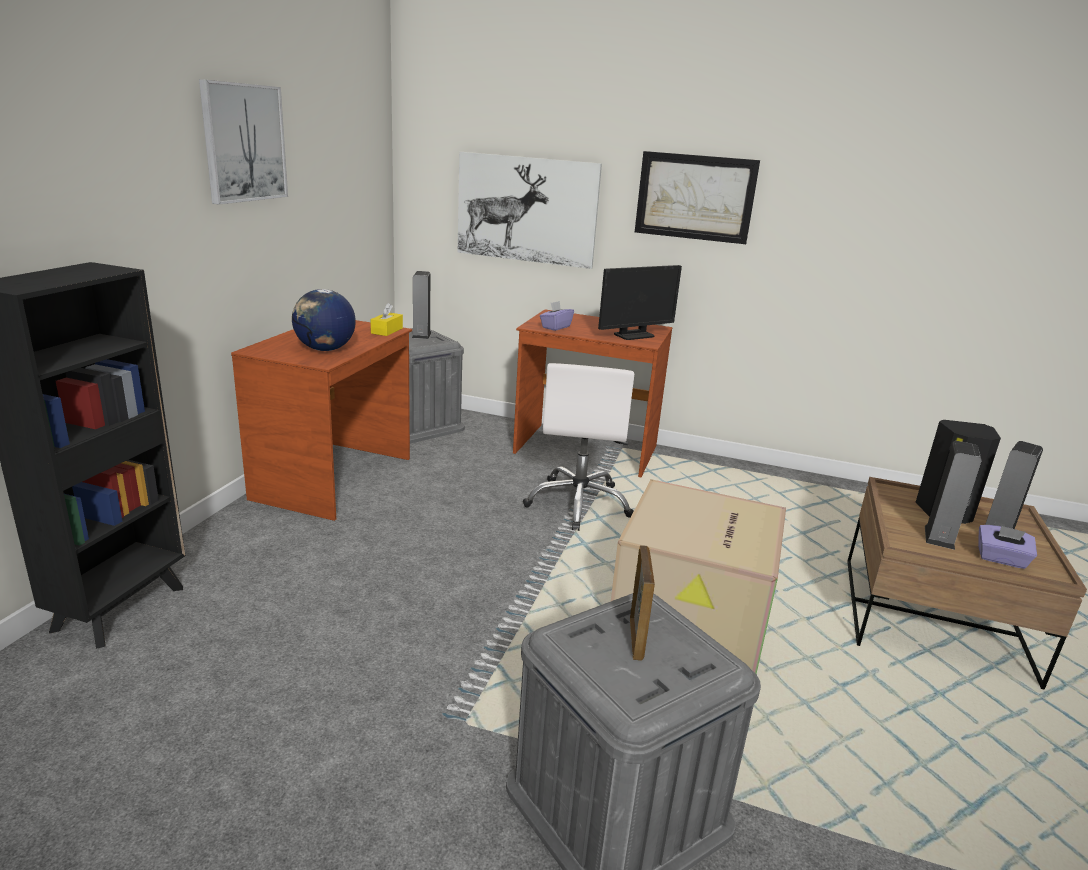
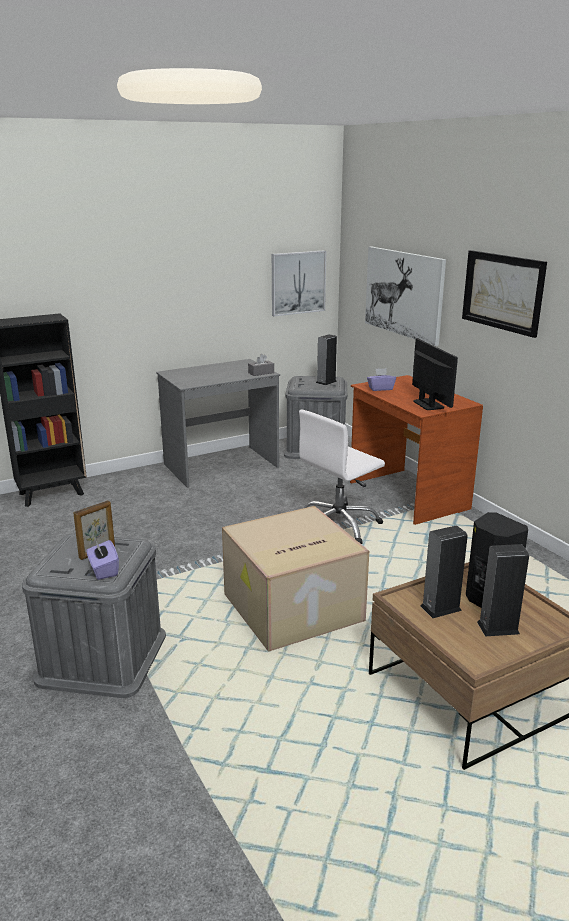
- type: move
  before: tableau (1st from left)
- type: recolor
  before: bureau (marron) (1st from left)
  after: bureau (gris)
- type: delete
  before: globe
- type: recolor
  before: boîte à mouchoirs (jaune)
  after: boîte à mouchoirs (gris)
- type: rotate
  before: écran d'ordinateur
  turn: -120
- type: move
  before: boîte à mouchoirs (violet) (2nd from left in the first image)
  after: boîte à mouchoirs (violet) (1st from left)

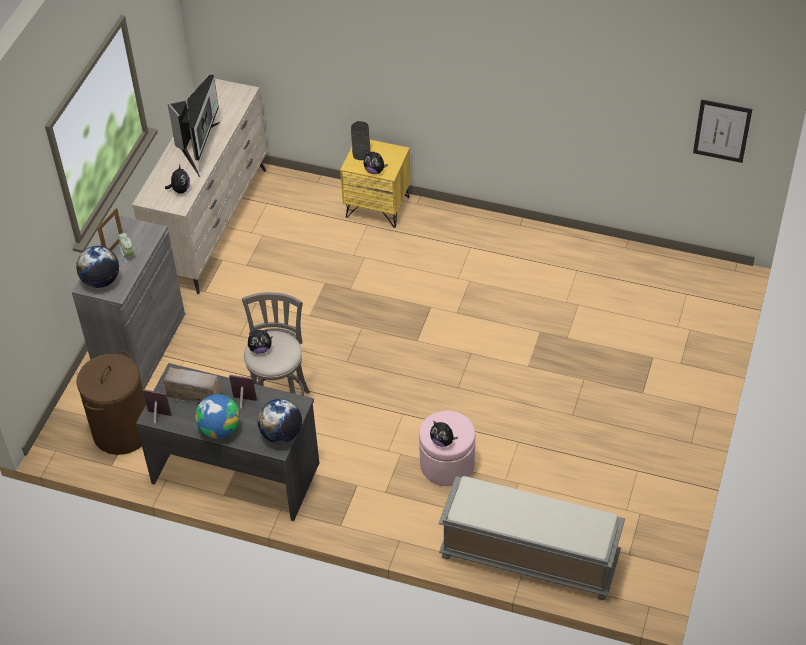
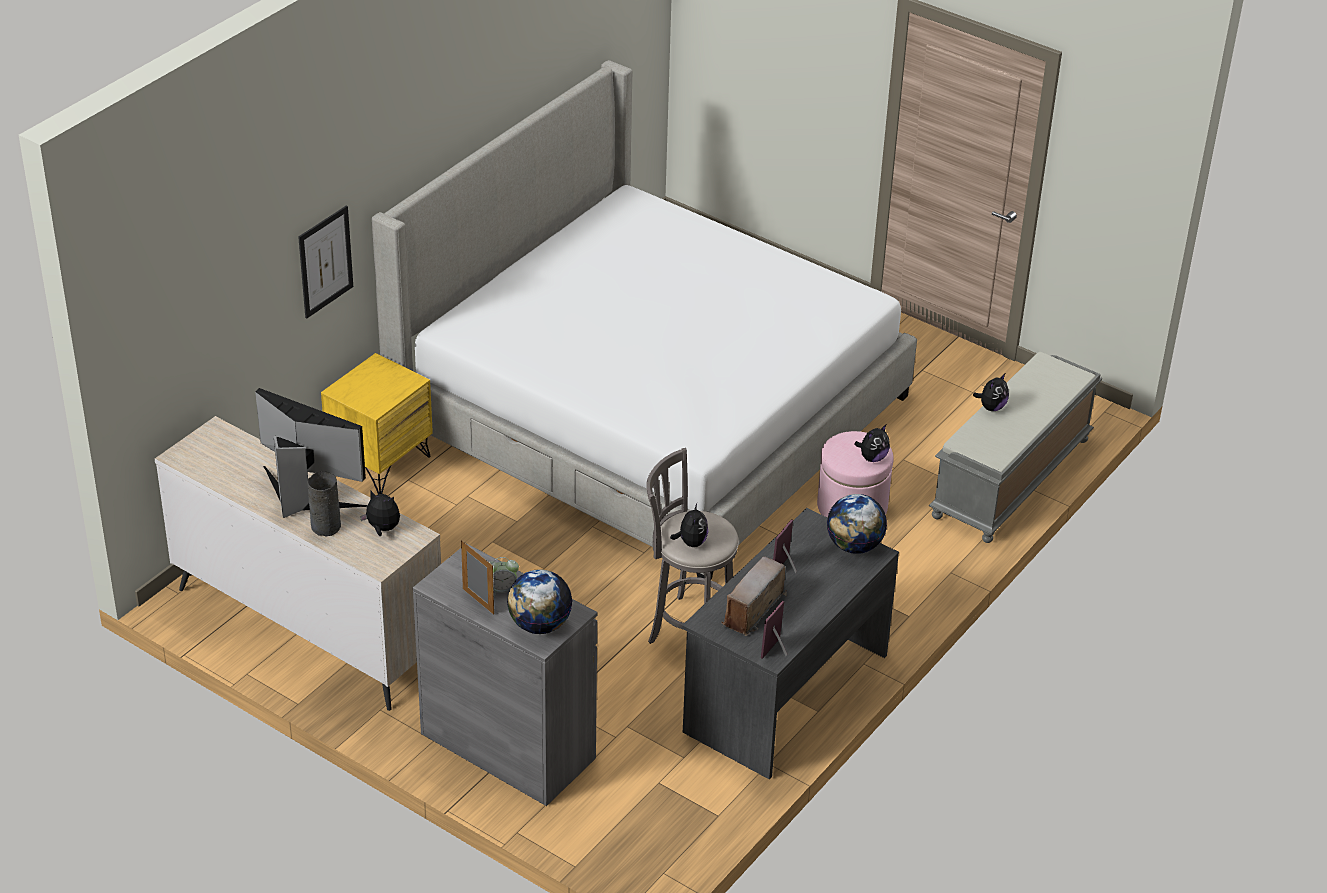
- type: delete
  before: panier à linge (marron)
- type: delete
  before: globe (2nd from left)
- type: move
  before: vase (gris)
- type: move
  before: peluche (3rd from left in the first image)
  after: peluche (4th from left)
- type: move
  before: tableau
- type: insert
  after: lit

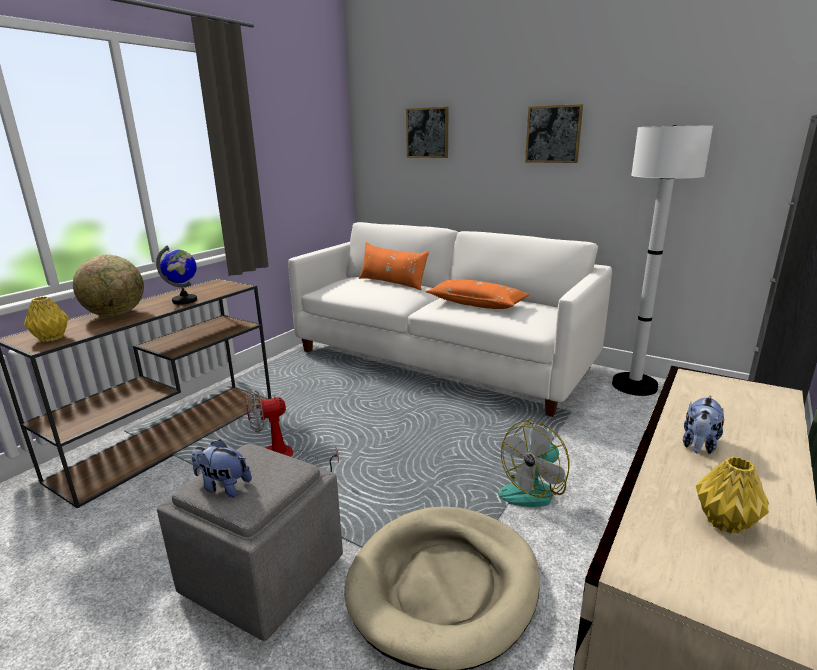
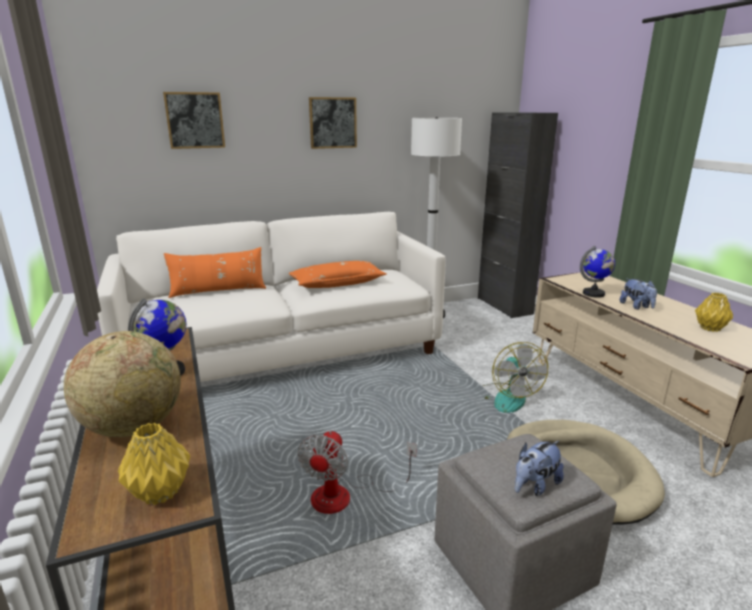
- type: insert
  after: globe (3rd from left)

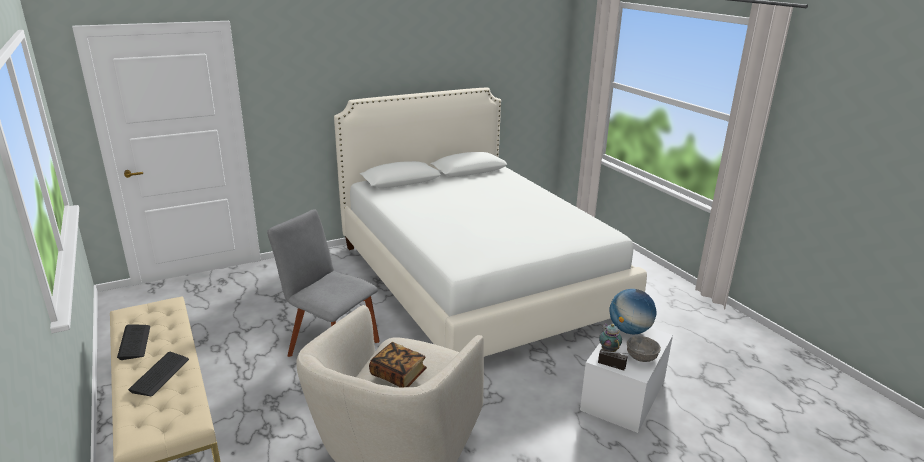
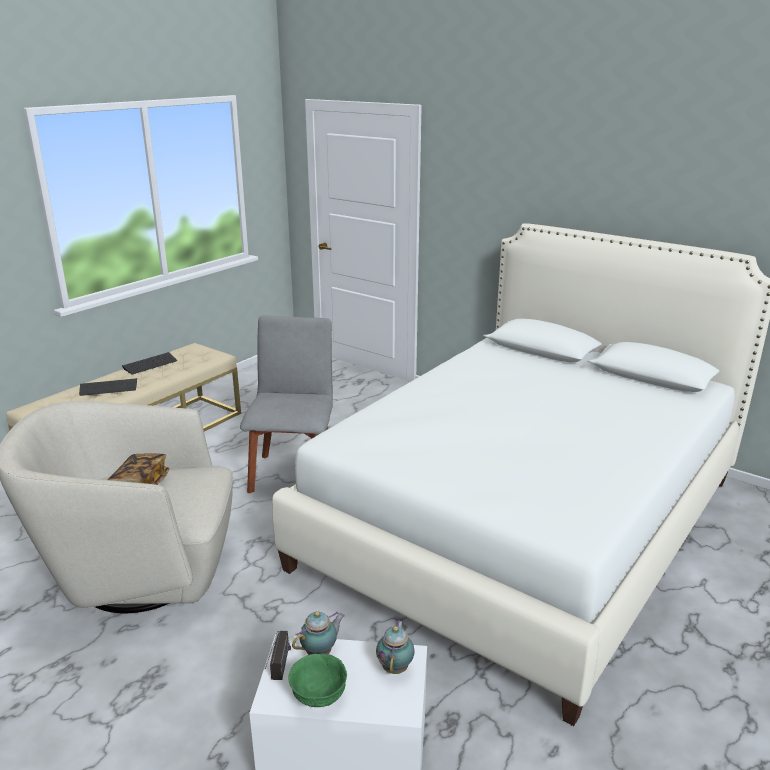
- type: replace
  before: globe
  after: théière (2nd from left)
- type: recolor
  before: bol (gris)
  after: bol (vert)

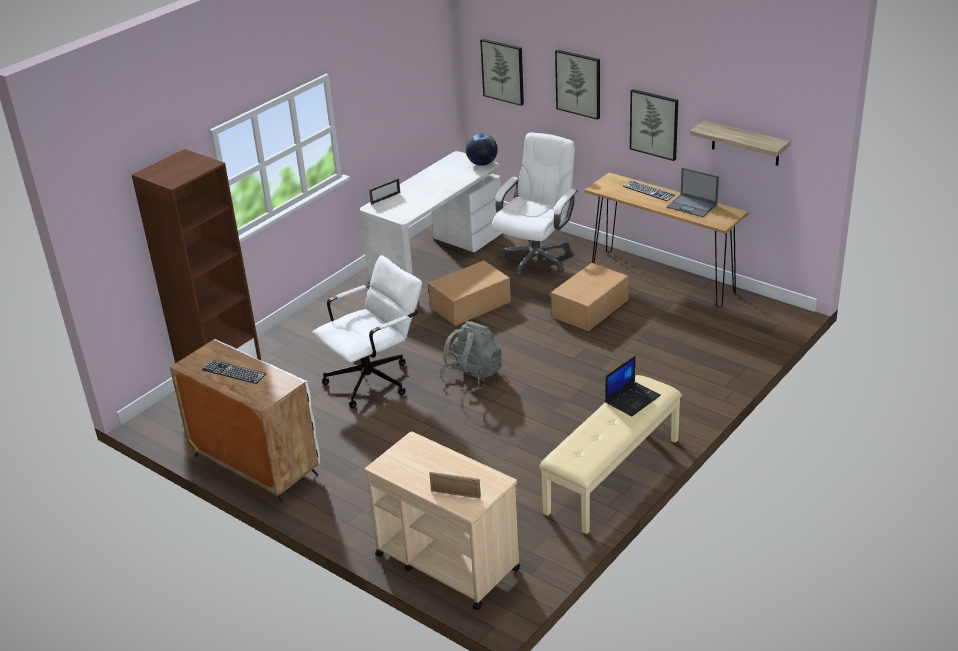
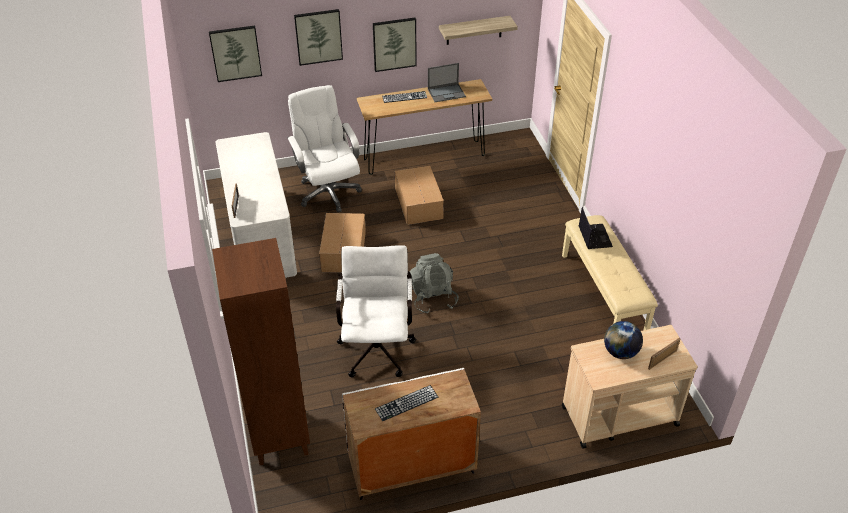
- type: move
  before: globe

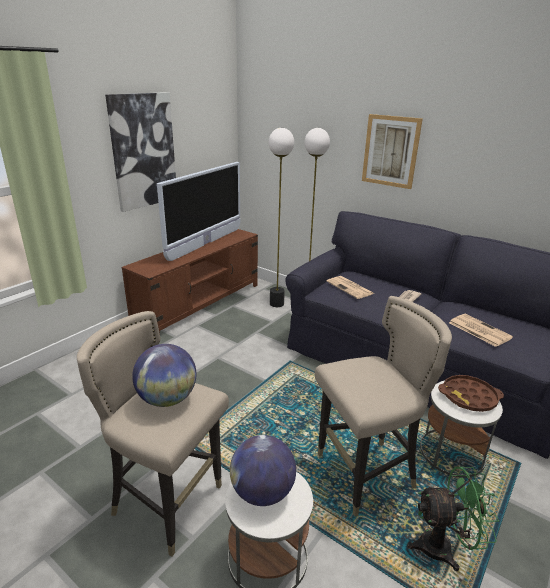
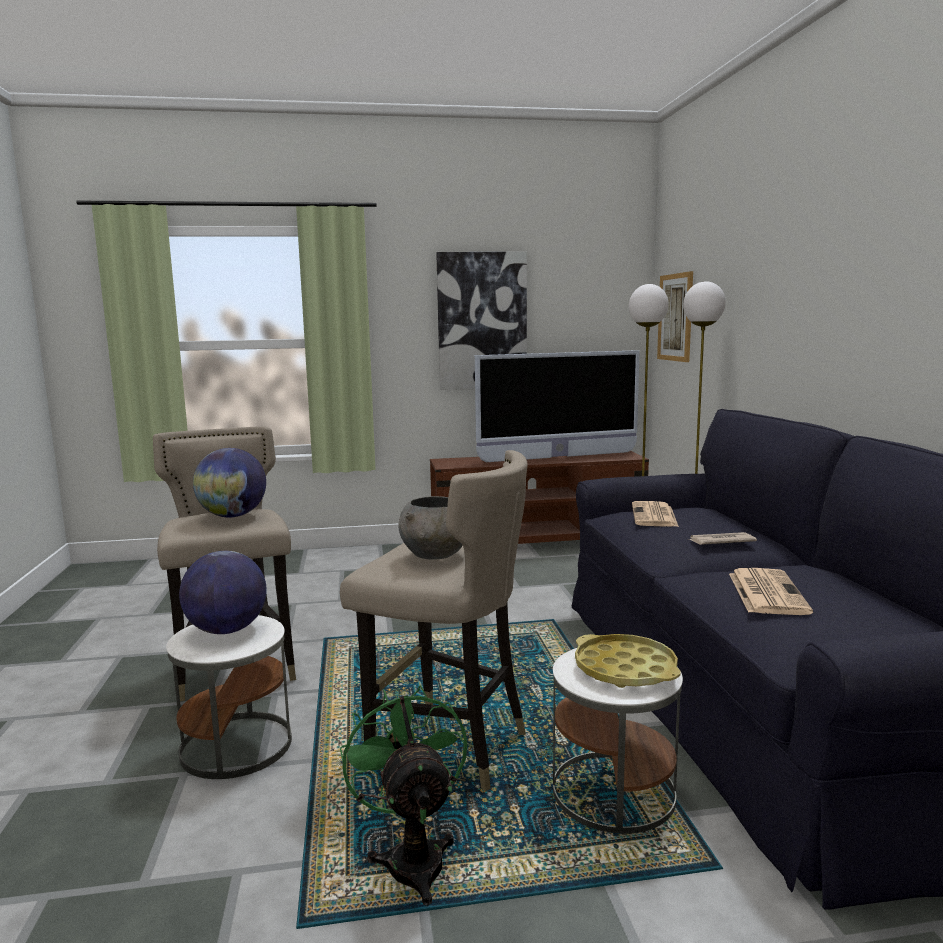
- type: move
  before: tableau (2nd from left)
- type: rotate
  before: ventilateur (vert)
  turn: -150
- type: recolor
  before: plateau (marron)
  after: plateau (jaune)
- type: insert
  after: bol (gris)

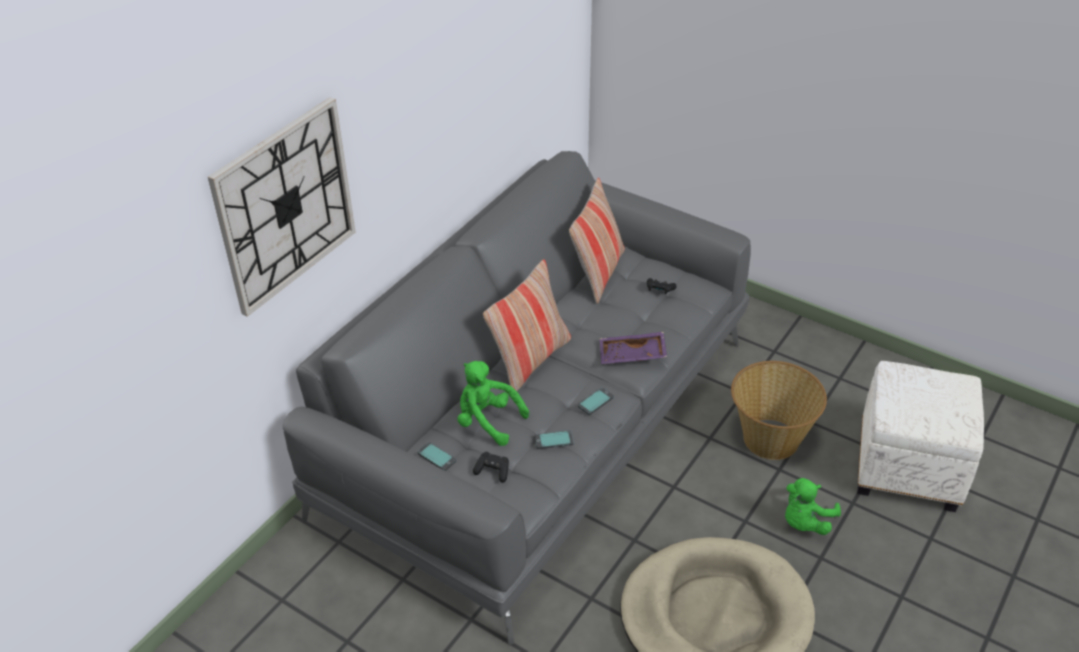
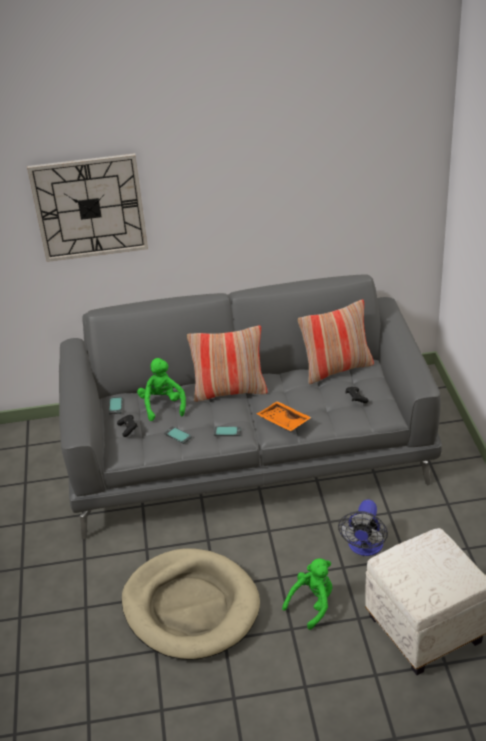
- type: recolor
  before: plateau (violet)
  after: plateau (orange)
- type: replace
  before: panier
  after: ventilateur
- type: rotate
  before: peluche (vert) (2nd from left)
  turn: 135

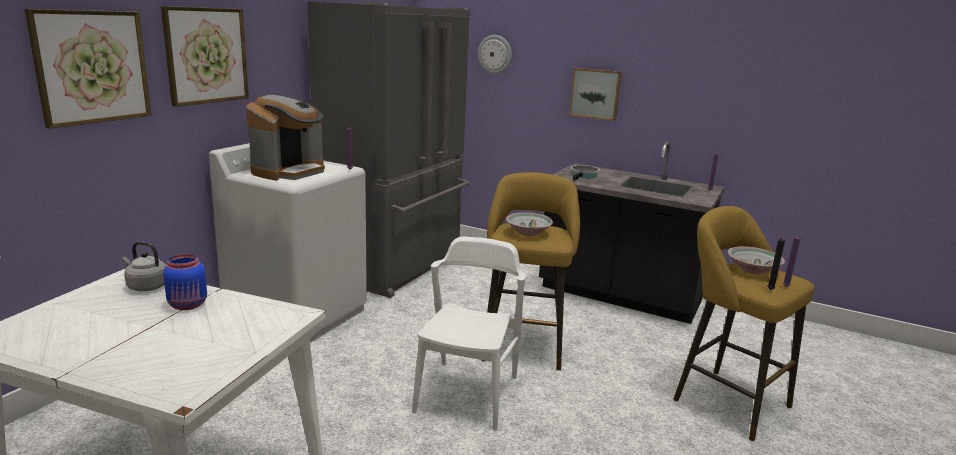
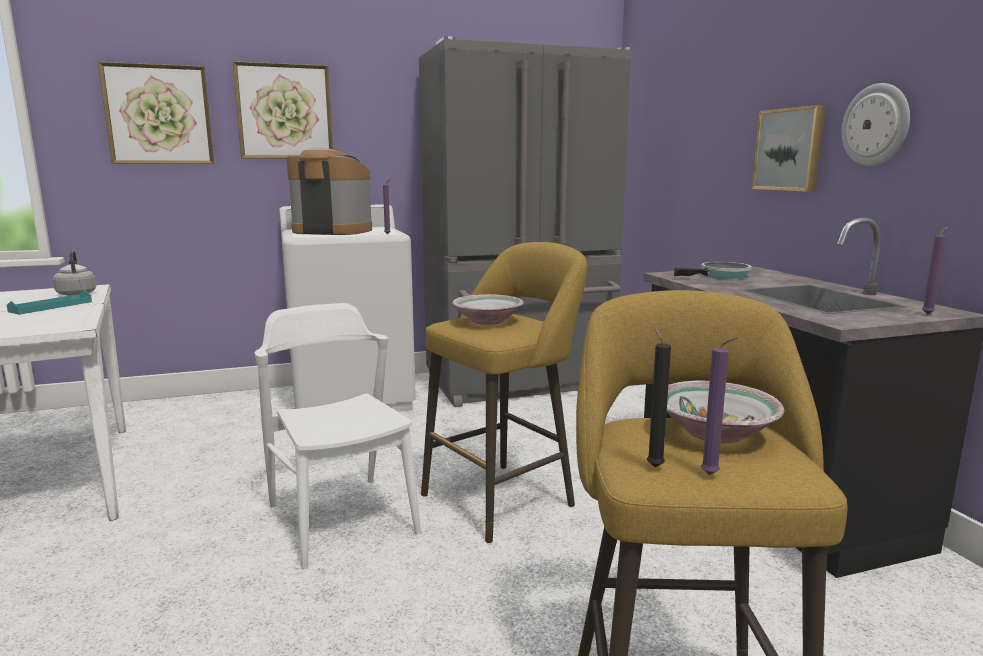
- type: replace
  before: bocal (bleu)
  after: plateau (turquoise)
- type: rotate
  before: machine à café
  turn: -150
- type: rotate
  before: chaise (blanc)
  turn: -90
- type: move
  before: horloge murale

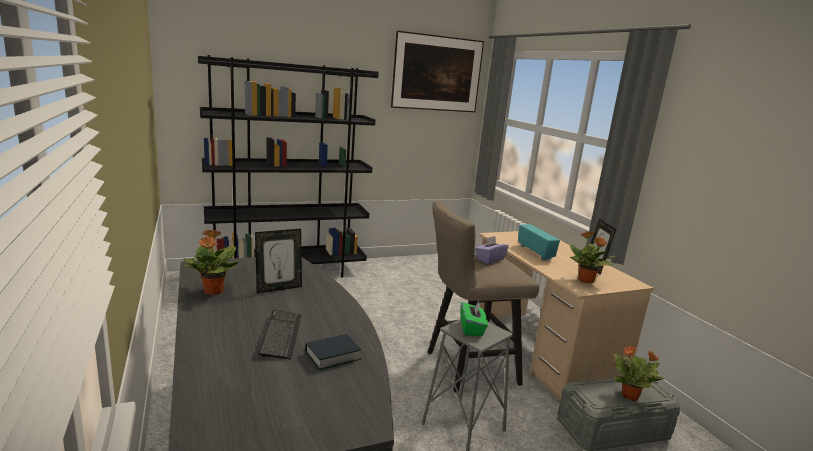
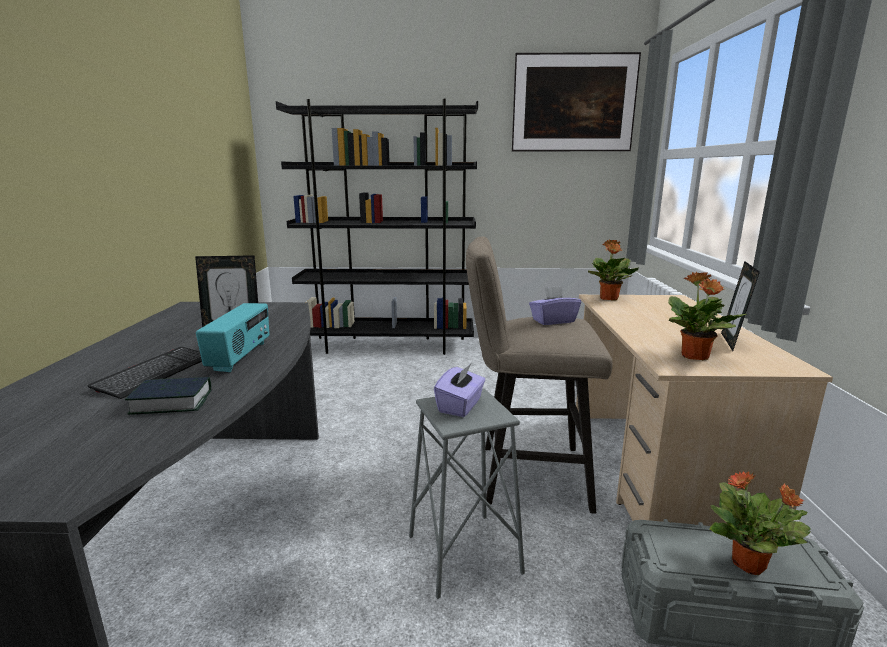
- type: move
  before: plante en pot (1st from left)
- type: recolor
  before: boîte à mouchoirs (vert)
  after: boîte à mouchoirs (violet) (1st from left)
- type: move
  before: radio

